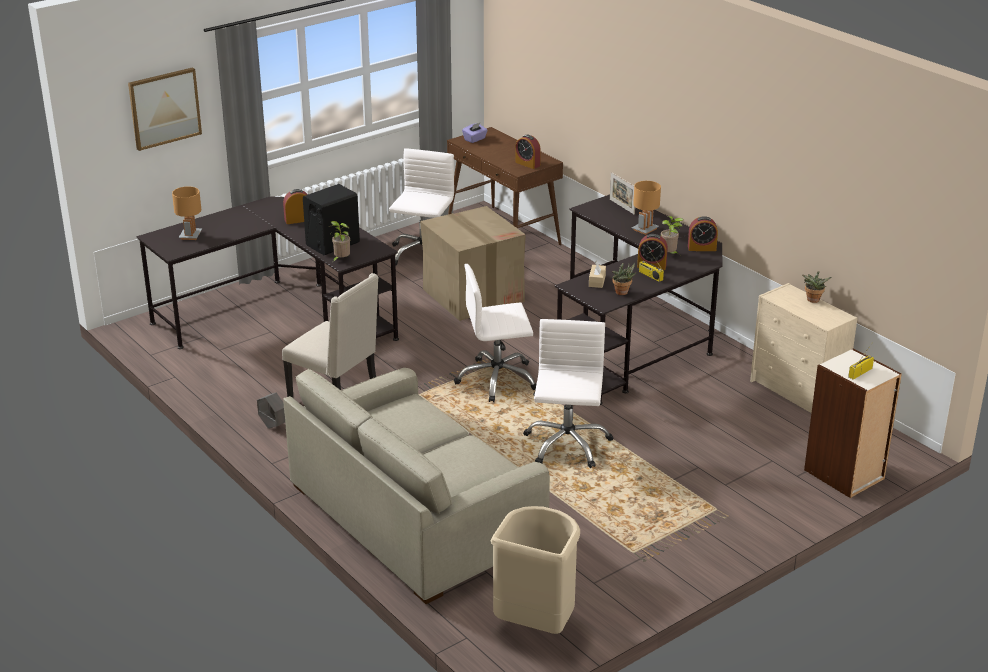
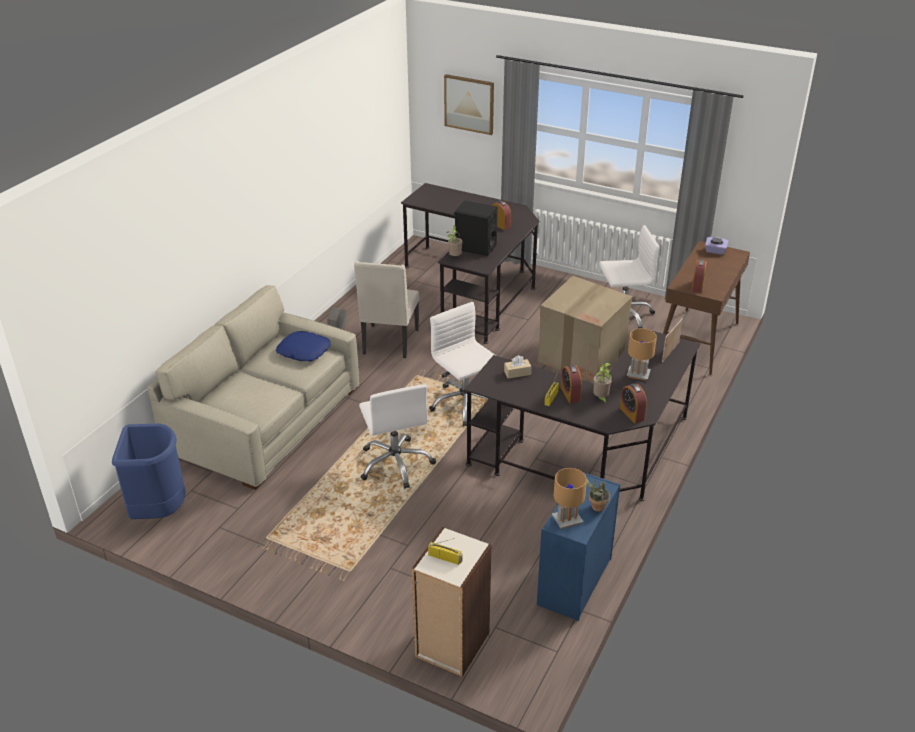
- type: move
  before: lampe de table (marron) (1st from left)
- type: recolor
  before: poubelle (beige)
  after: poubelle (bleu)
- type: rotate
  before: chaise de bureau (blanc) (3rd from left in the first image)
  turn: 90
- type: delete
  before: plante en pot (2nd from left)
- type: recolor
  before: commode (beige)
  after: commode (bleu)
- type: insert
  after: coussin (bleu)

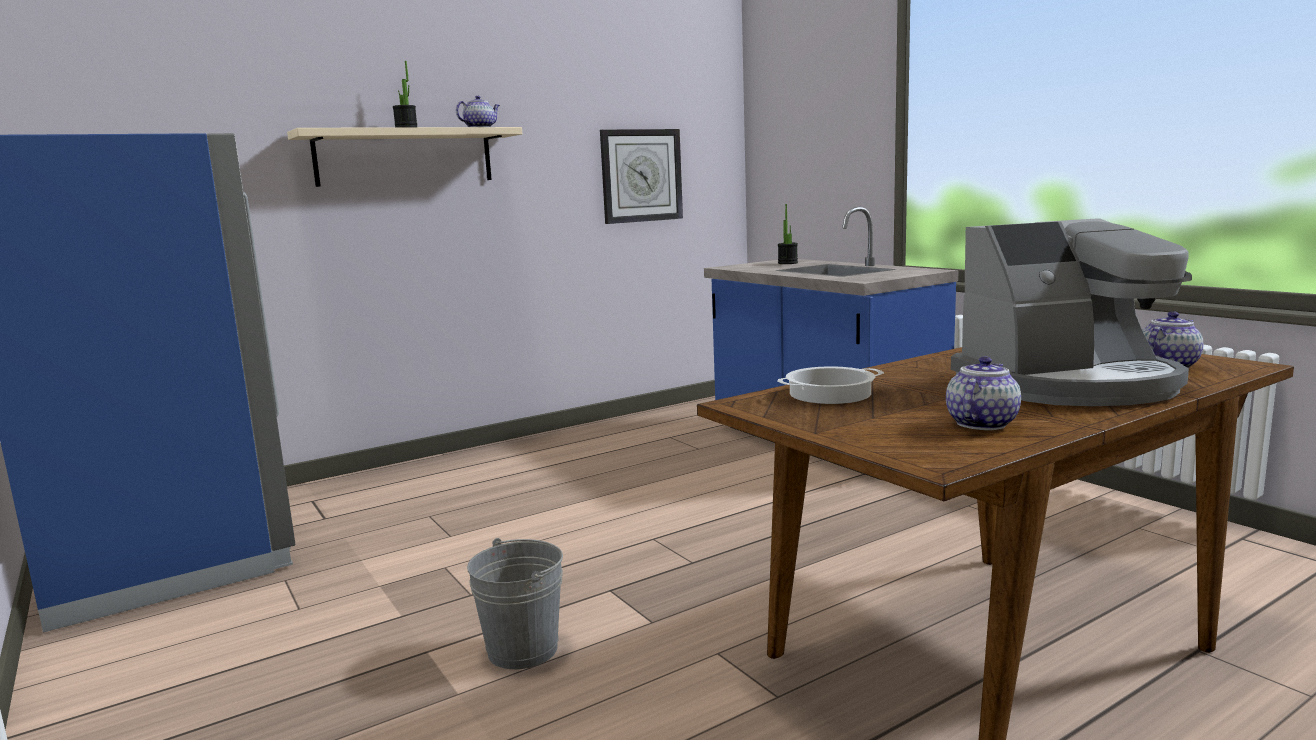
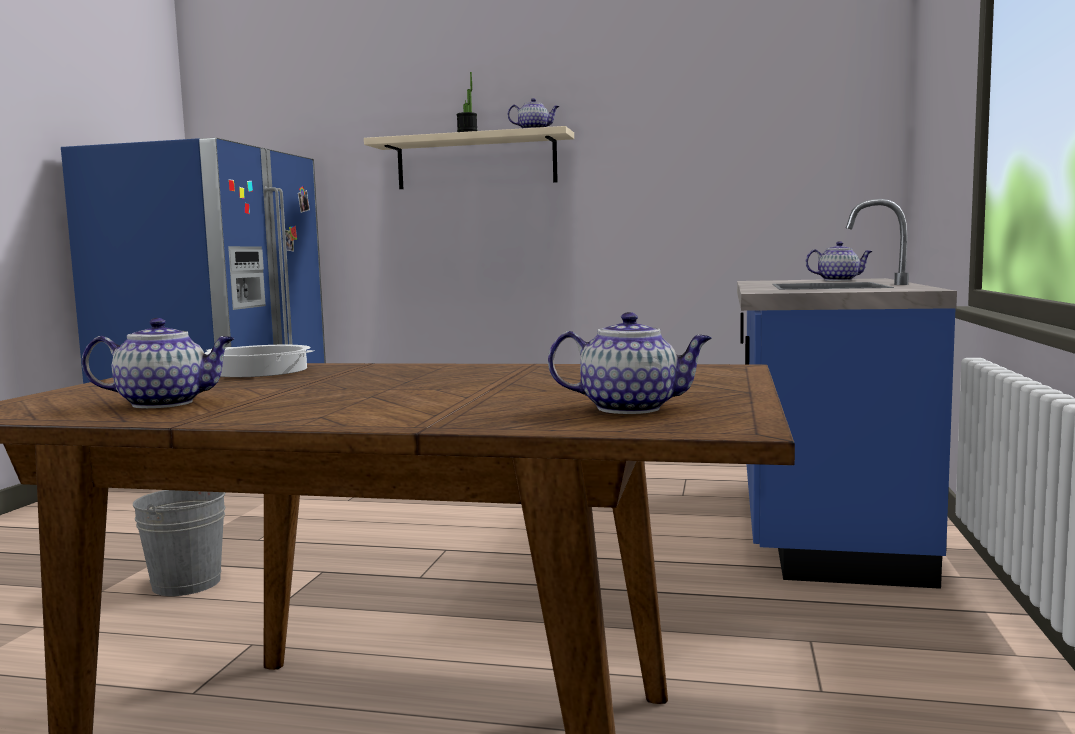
- type: delete
  before: horloge murale
- type: replace
  before: plante en pot (2nd from left)
  after: théière (4th from left)
- type: delete
  before: machine à café

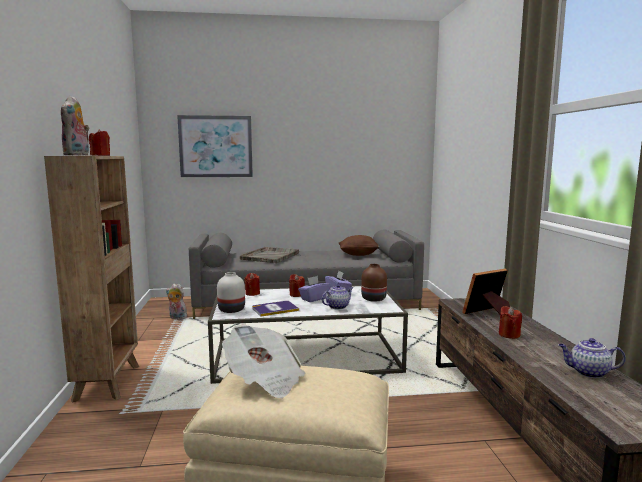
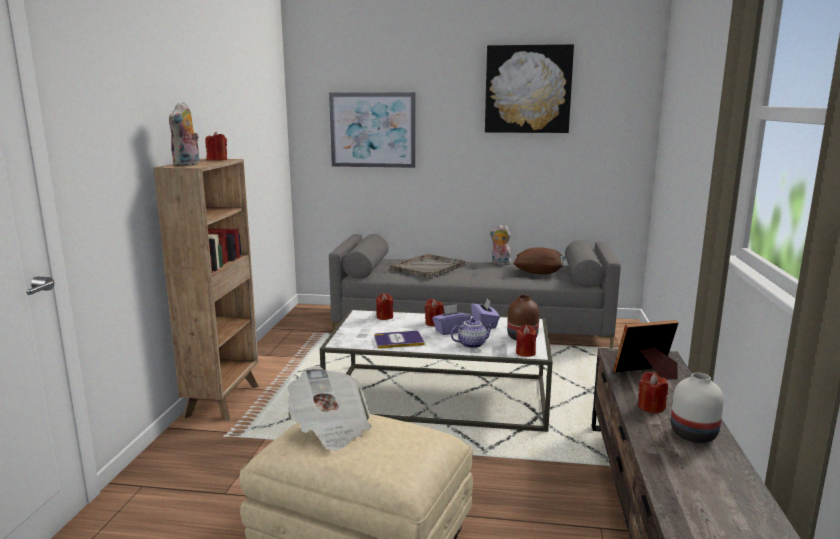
- type: move
  before: peluche (2nd from left)
- type: move
  before: vase (blanc)
- type: delete
  before: théière (2nd from left)
- type: insert
  after: tableau (2nd from left)
- type: insert
  after: bougie (rouge) (4th from left)

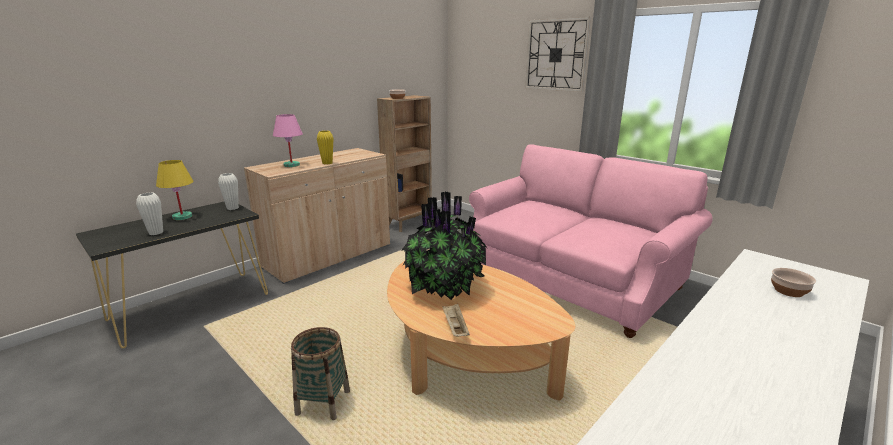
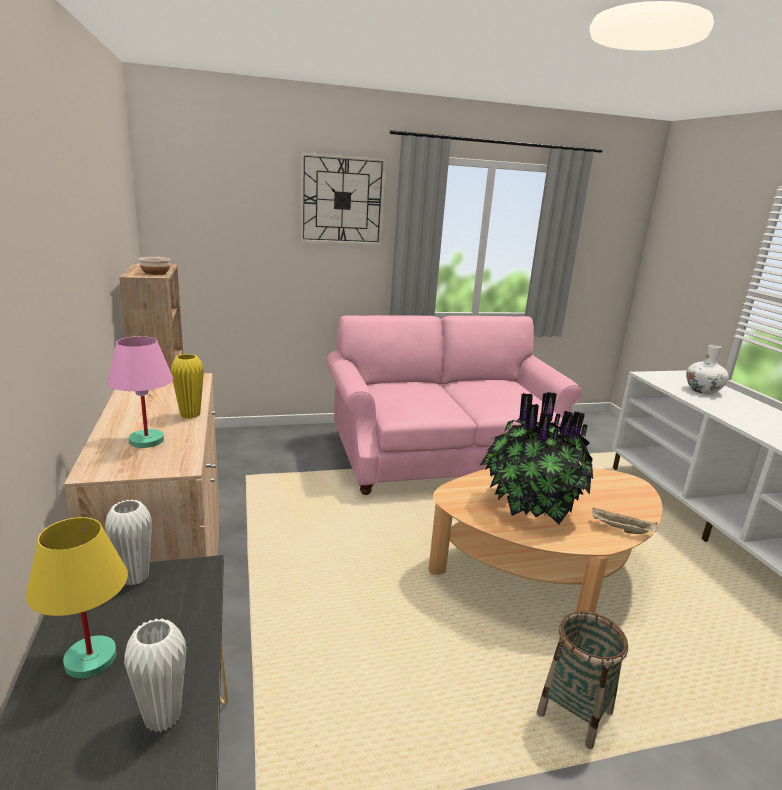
- type: replace
  before: bol (2nd from left)
  after: vase (blanc) (3rd from left)

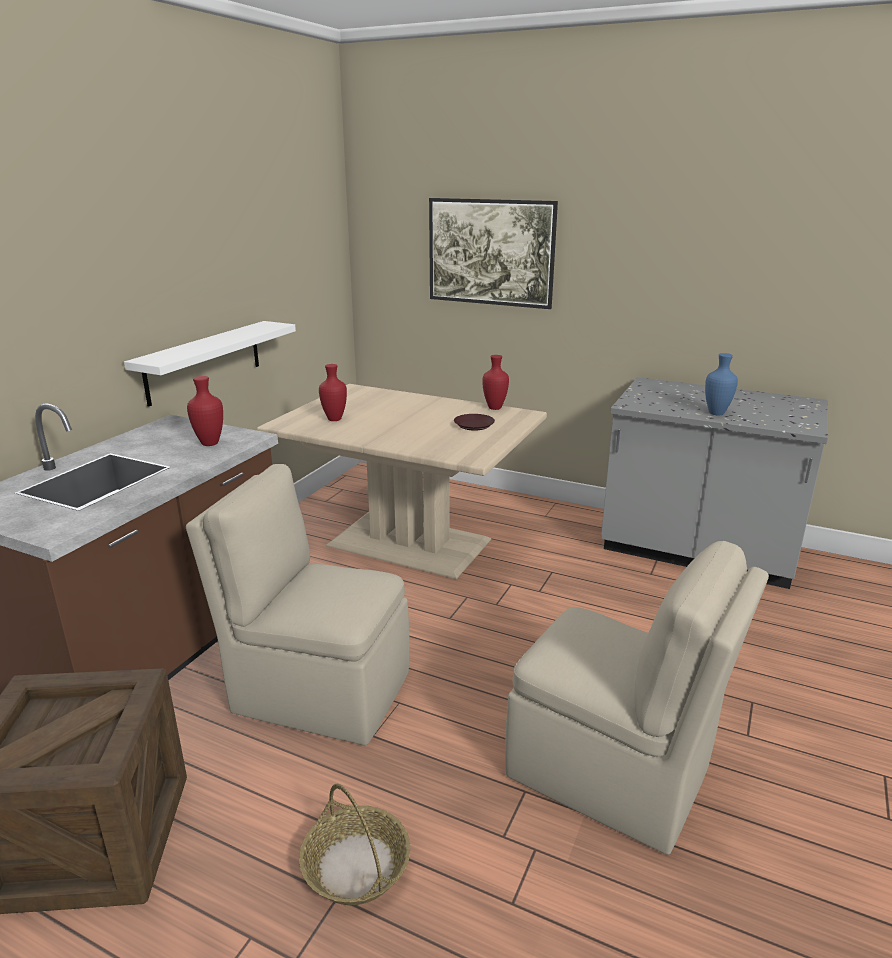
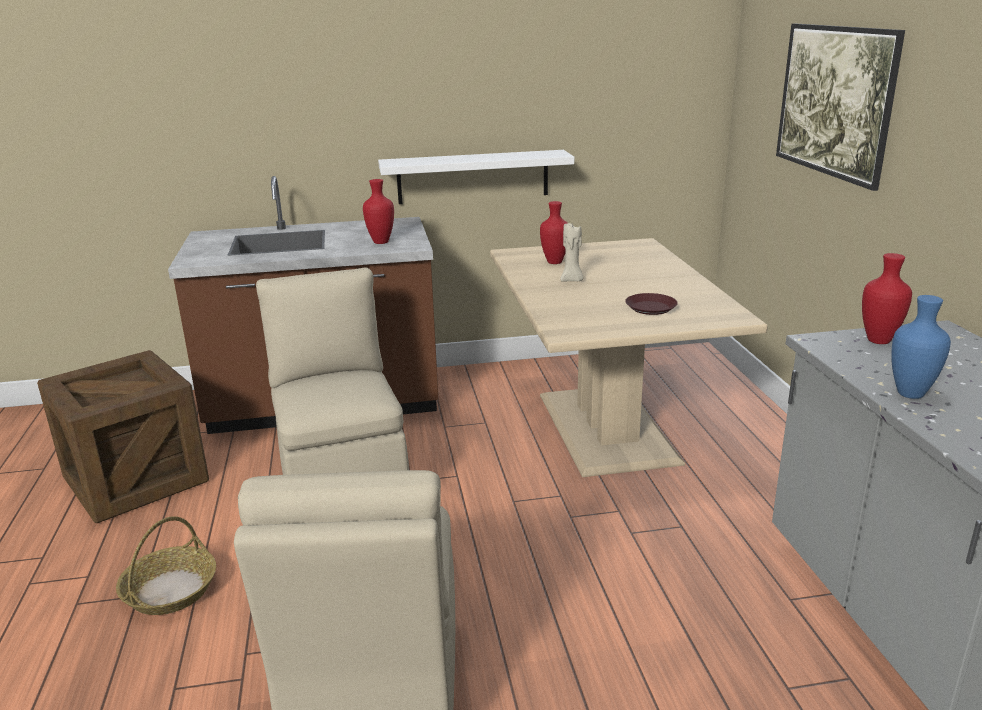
- type: move
  before: vase (rouge) (3rd from left)
- type: insert
  after: bougie (beige)

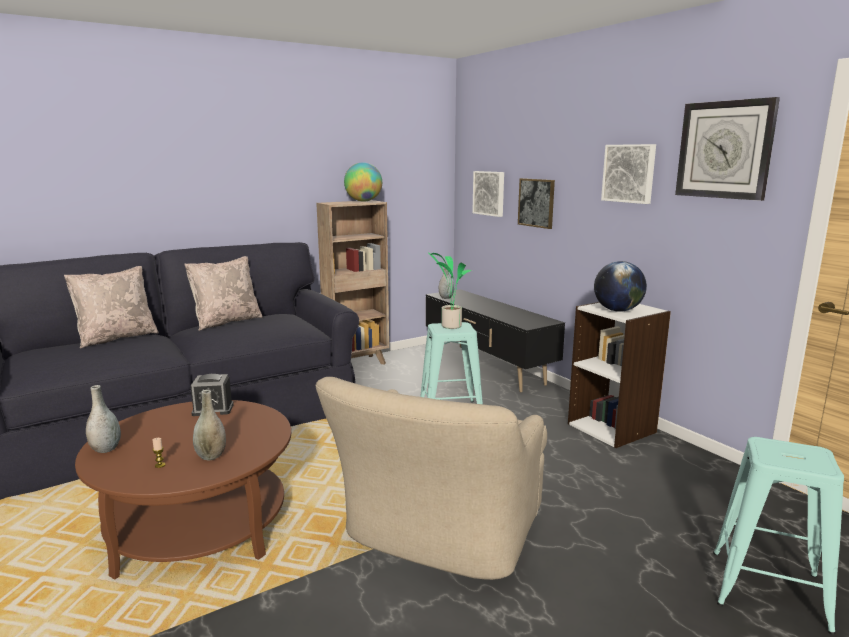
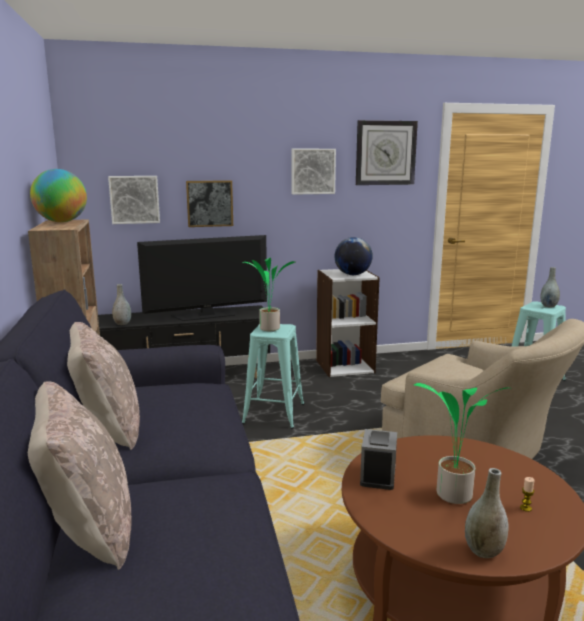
- type: move
  before: vase (gris) (2nd from left in the first image)
  after: vase (gris) (3rd from left)
- type: insert
  after: téléviseur
- type: insert
  after: plante en pot (2nd from left)

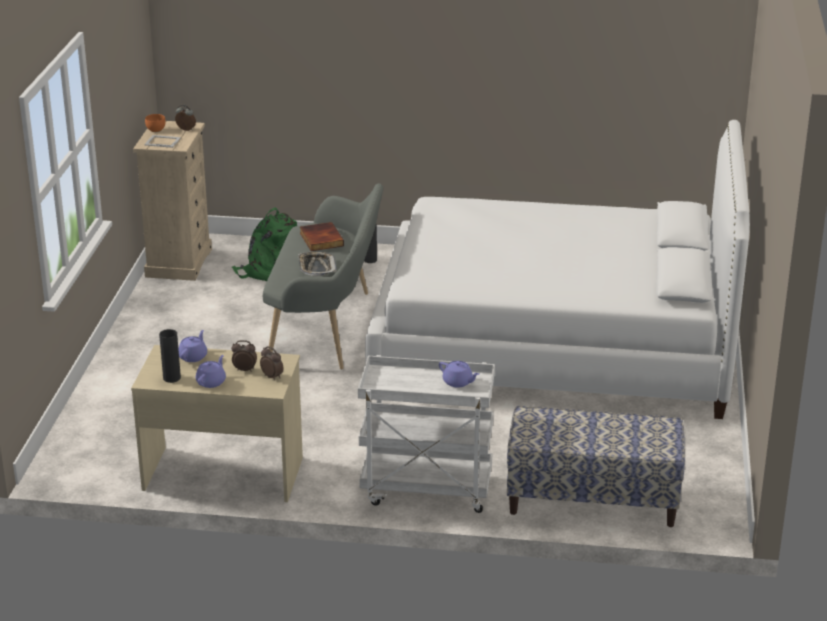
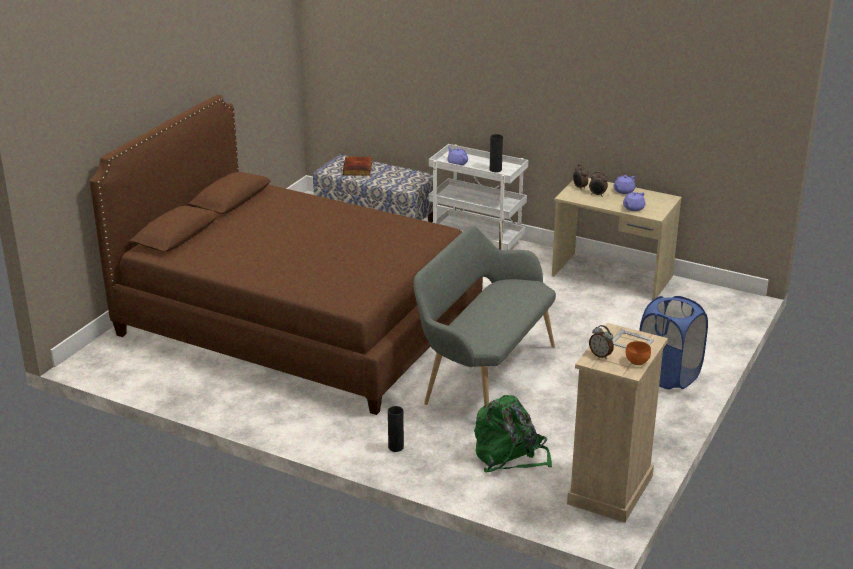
- type: move
  before: vase (noir) (1st from left in the first image)
  after: vase (noir) (2nd from left)
- type: delete
  before: plateau
- type: move
  before: livre
- type: recolor
  before: lit (blanc)
  after: lit (marron)
- type: insert
  after: panier à linge (bleu)

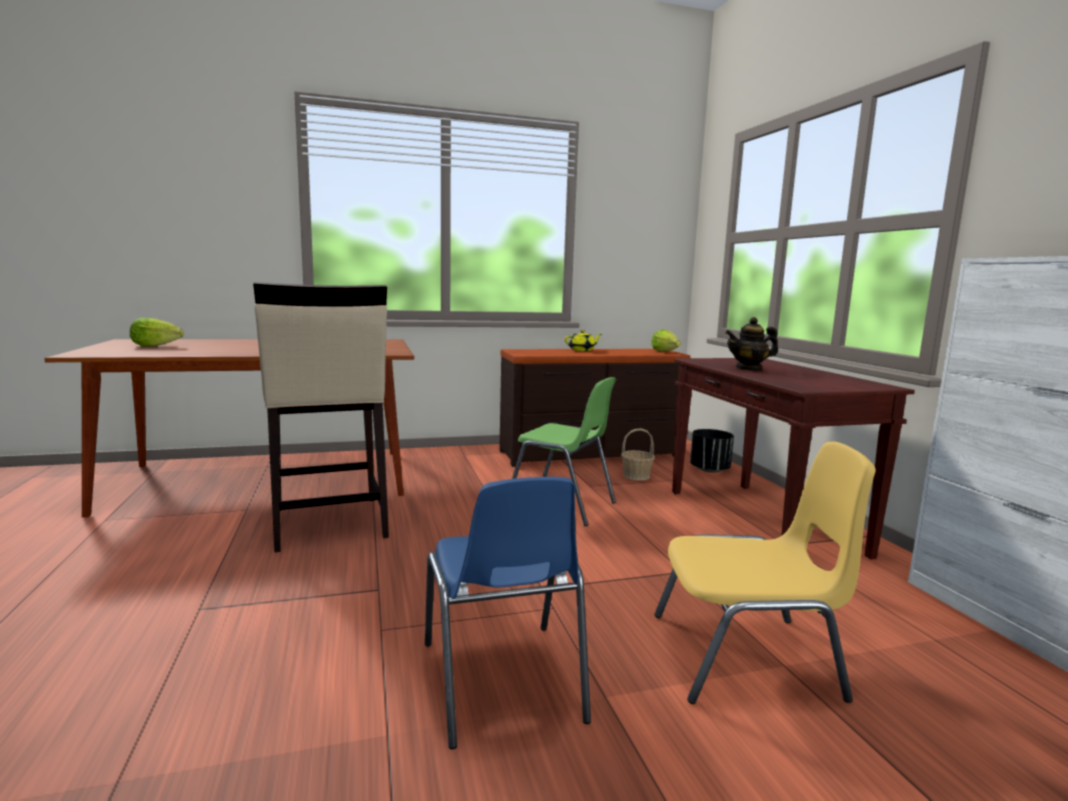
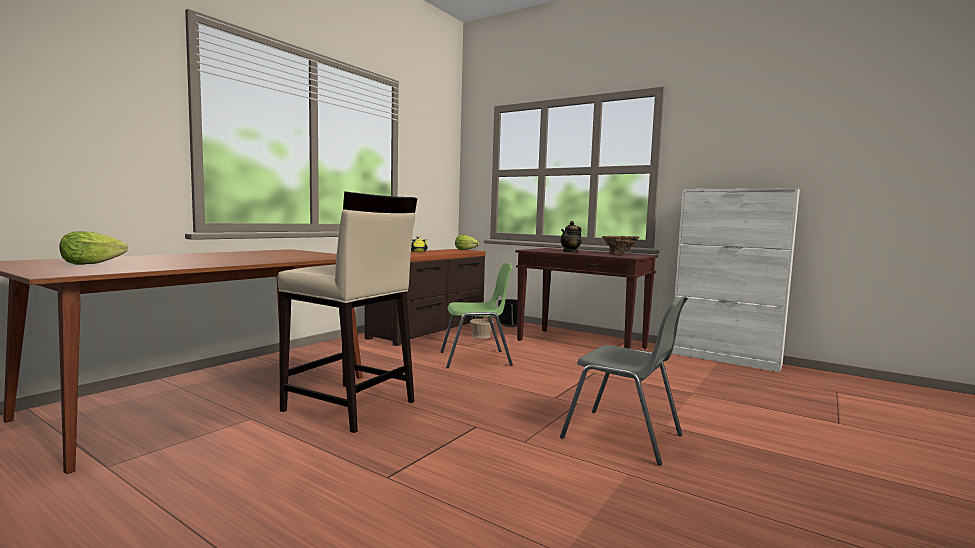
- type: recolor
  before: chaise (bleu)
  after: chaise (gris)
- type: delete
  before: chaise (jaune)
- type: insert
  after: vase (marron)

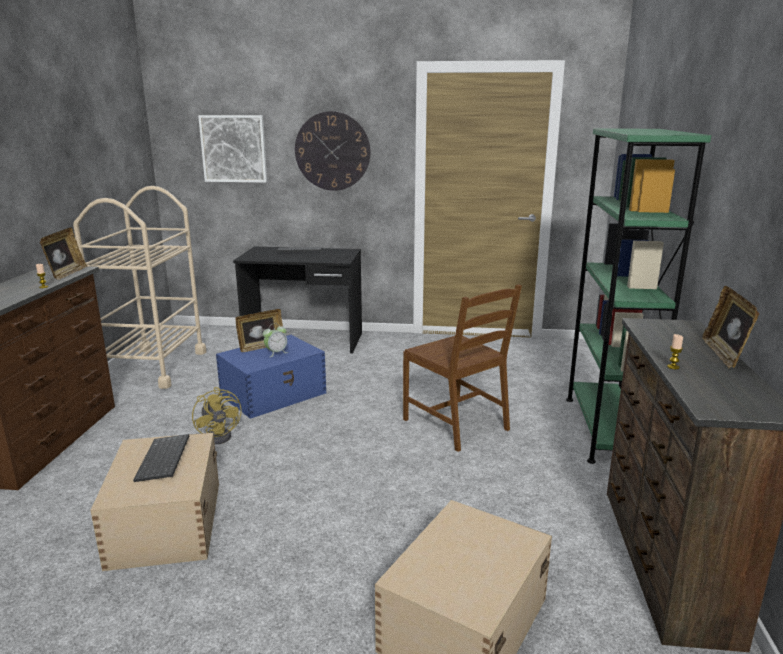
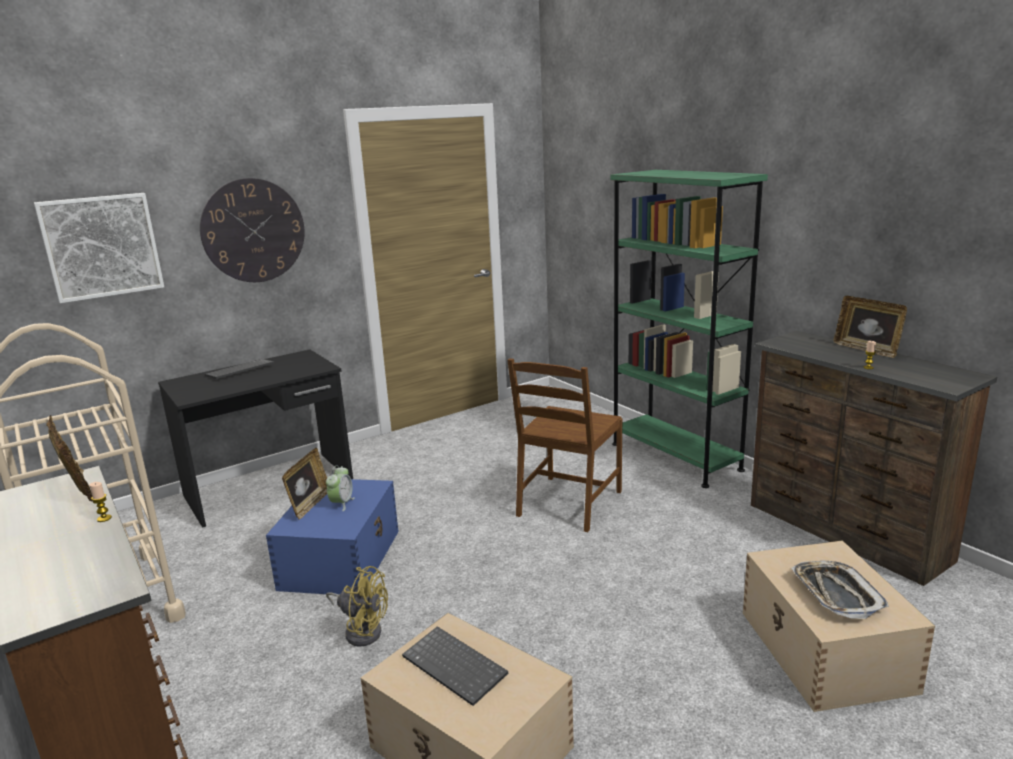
- type: rotate
  before: chaise (marron)
  turn: 105
- type: insert
  after: plateau

